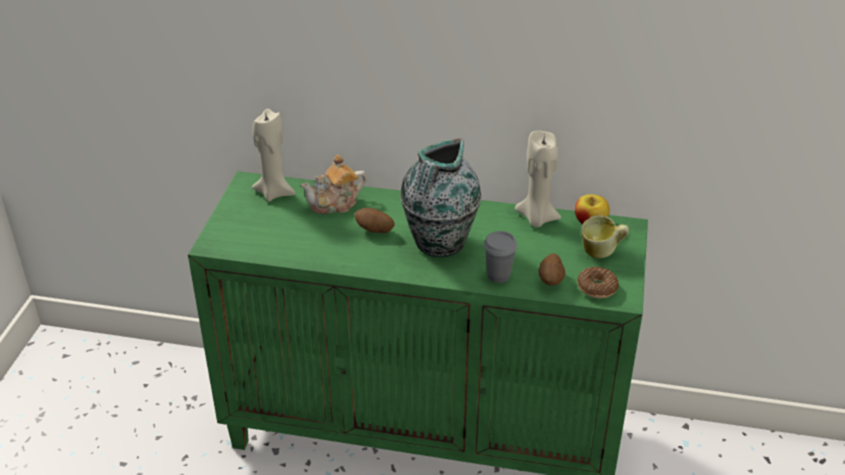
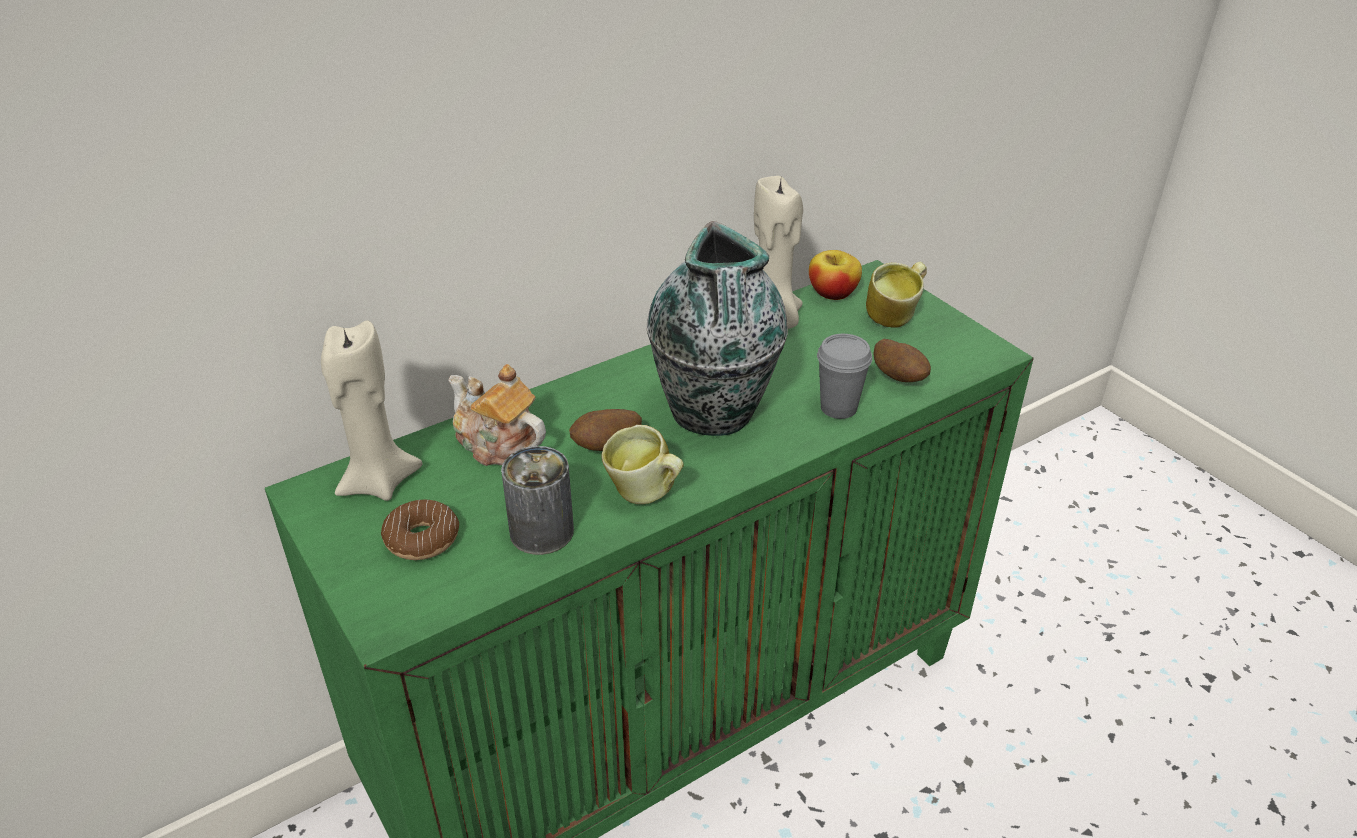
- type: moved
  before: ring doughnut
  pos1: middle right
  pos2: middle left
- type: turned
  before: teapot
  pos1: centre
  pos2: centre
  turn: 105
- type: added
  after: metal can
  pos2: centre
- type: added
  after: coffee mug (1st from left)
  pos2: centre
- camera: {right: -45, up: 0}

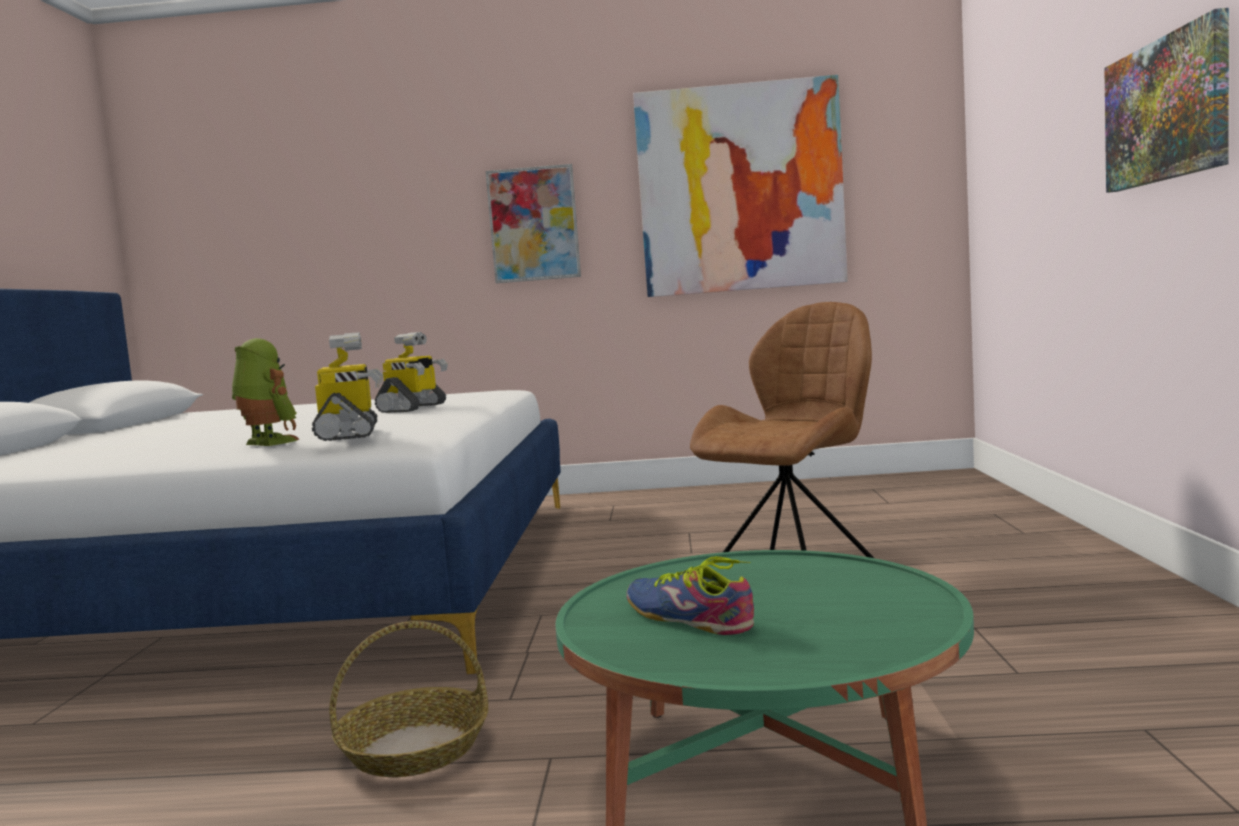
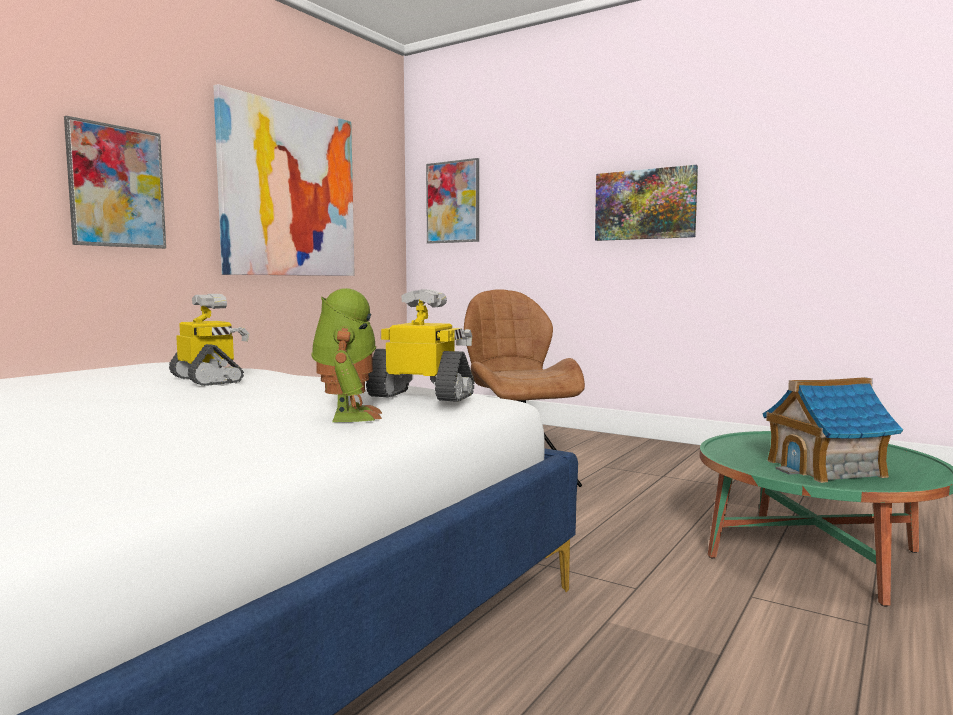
- type: turned
  before: robot figure (1st from left in the first image)
  pos1: middle left
  pos2: centre
  turn: 105
- type: added
  after: picture (3rd from left)
  pos2: top centre
- type: replaced
  before: shoe
  after: miniature house
  pos1: bottom centre
  pos2: middle right
- type: removed
  before: storage basket
  pos1: bottom left
- camera: {right: -60, up: 0}

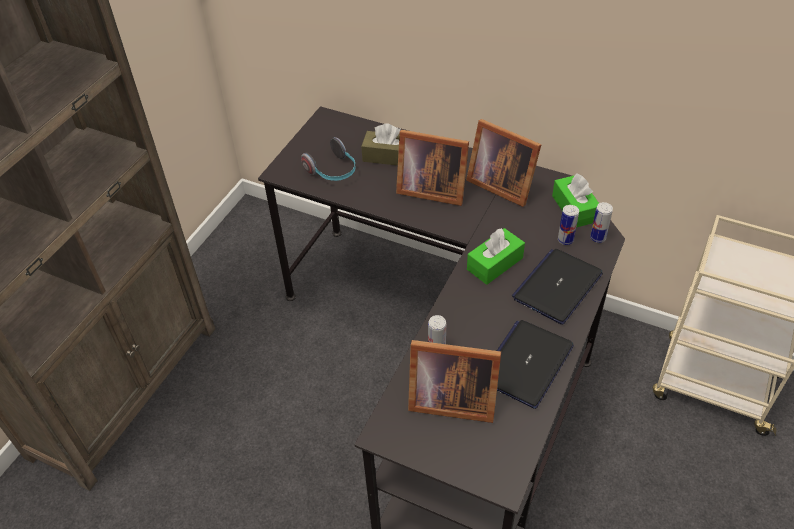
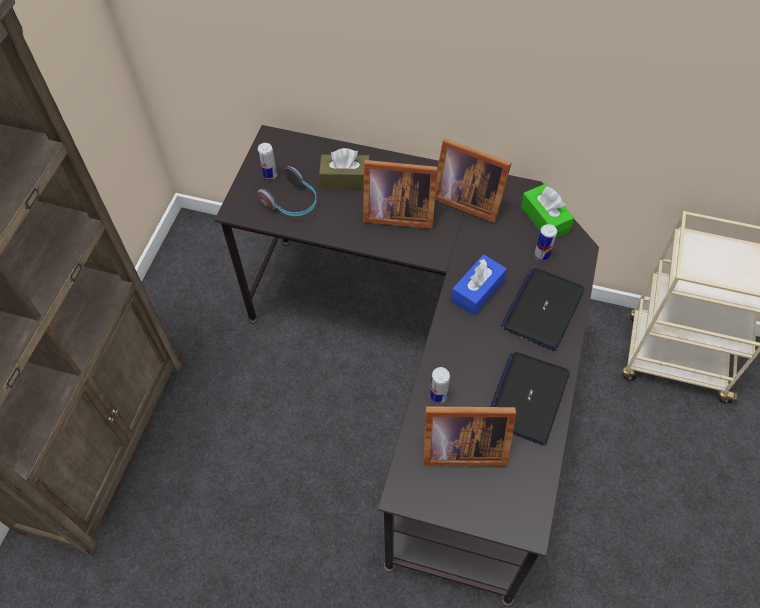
- type: moved
  before: metal can (3rd from left in the first image)
  after: metal can (1st from left)
  pos1: middle right
  pos2: top centre
- type: recoloured
  before: green tissue box (1st from left)
  after: bluish tissue box
  pos1: centre
  pos2: centre
- camera: {right: -10, up: 10}

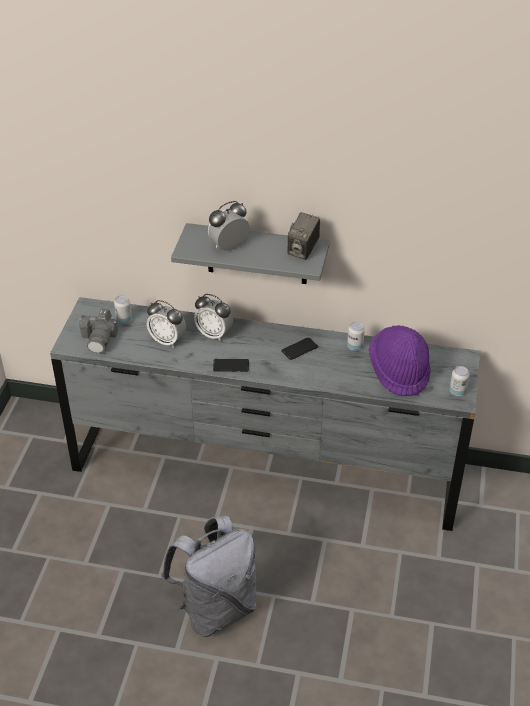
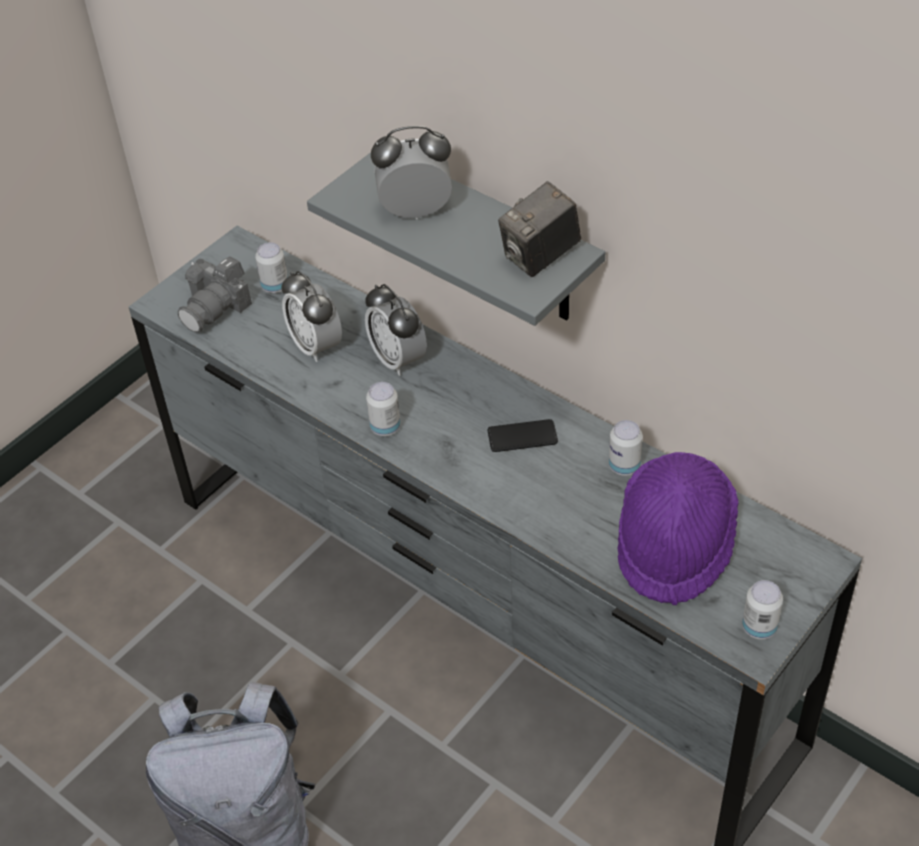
- type: replaced
  before: phone (1st from left)
  after: metal can (2nd from left)
  pos1: centre
  pos2: centre
- camera: {right: 30, up: 5}

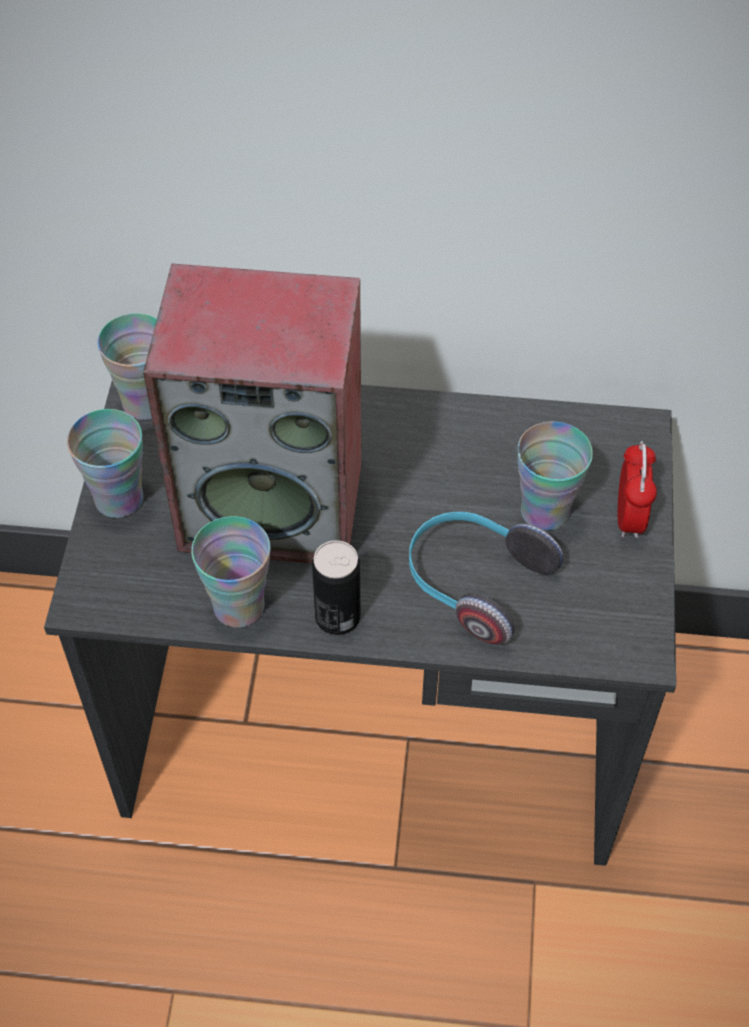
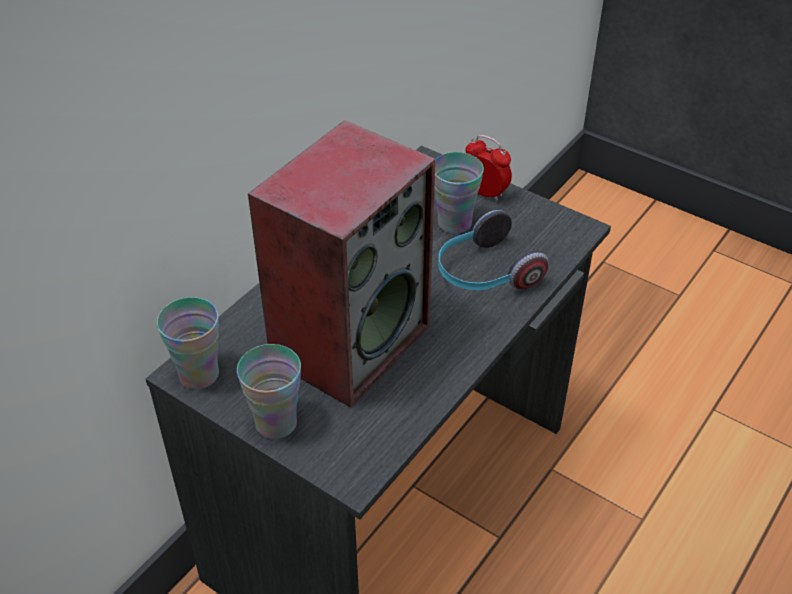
- type: removed
  before: drinking cup (3rd from left)
  pos1: middle left
- type: removed
  before: metal can
  pos1: centre
- camera: {right: -60, up: -10}

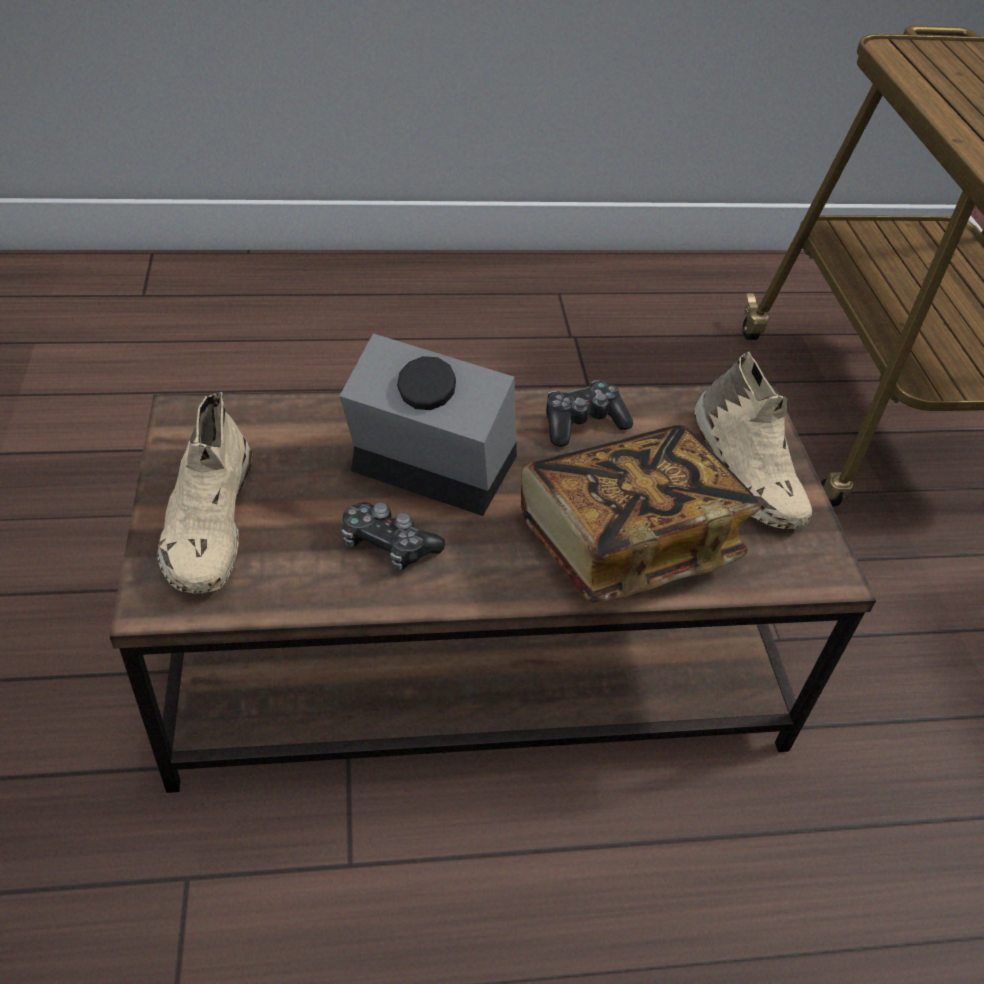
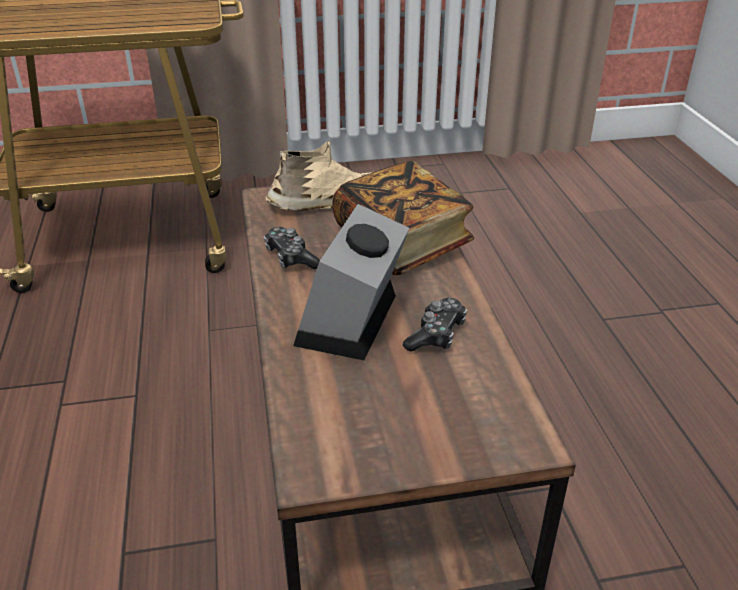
- type: removed
  before: sand-coloured shoe (1st from left)
  pos1: middle left
- camera: {right: -90, up: -10}

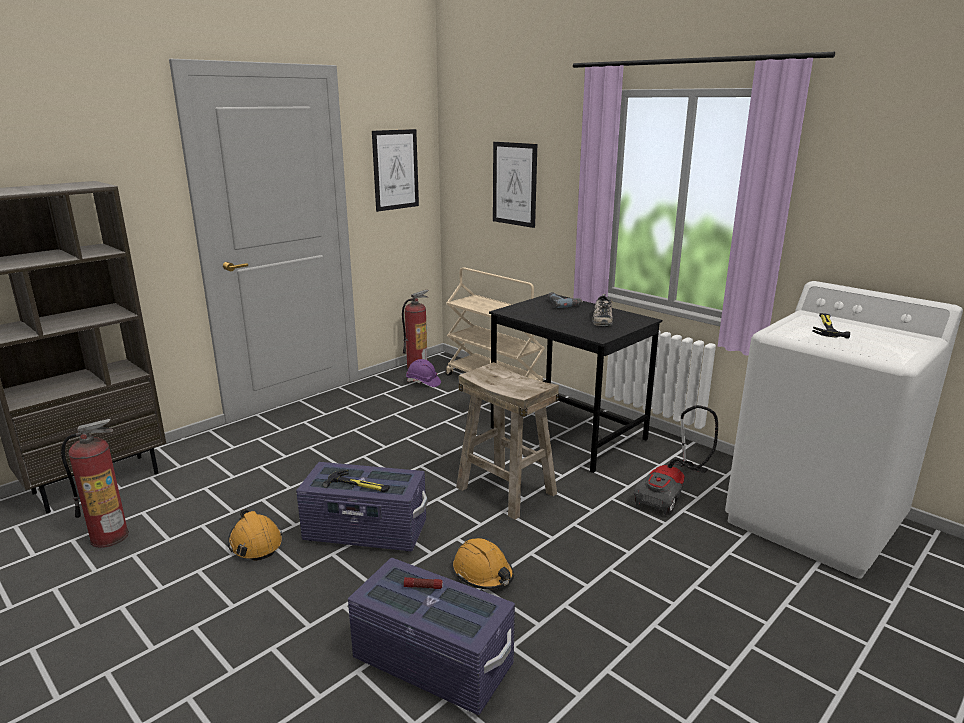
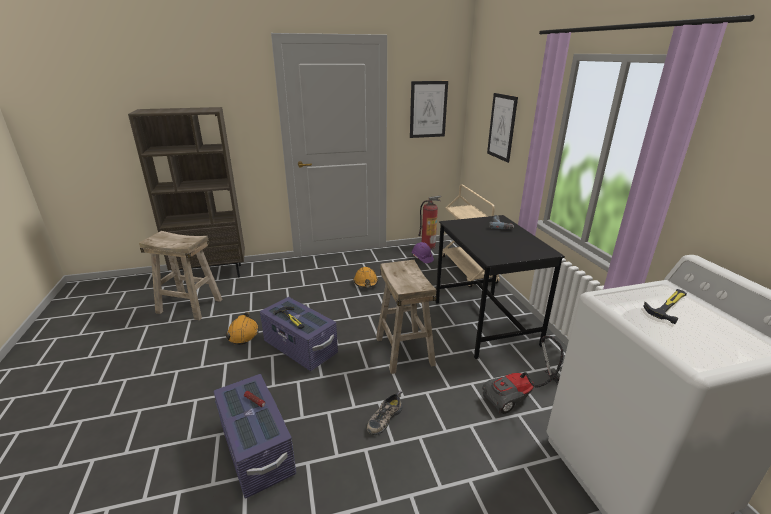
- type: replaced
  before: fire-fighting cylinder (1st from left)
  after: sand-coloured sitting stool (1st from left)
  pos1: bottom left
  pos2: middle left
- type: moved
  before: orange-coloured work helmet (2nd from left)
  pos1: bottom centre
  pos2: centre
- type: moved
  before: shoe
  pos1: centre
  pos2: bottom centre
- camera: {right: 30, up: 5}

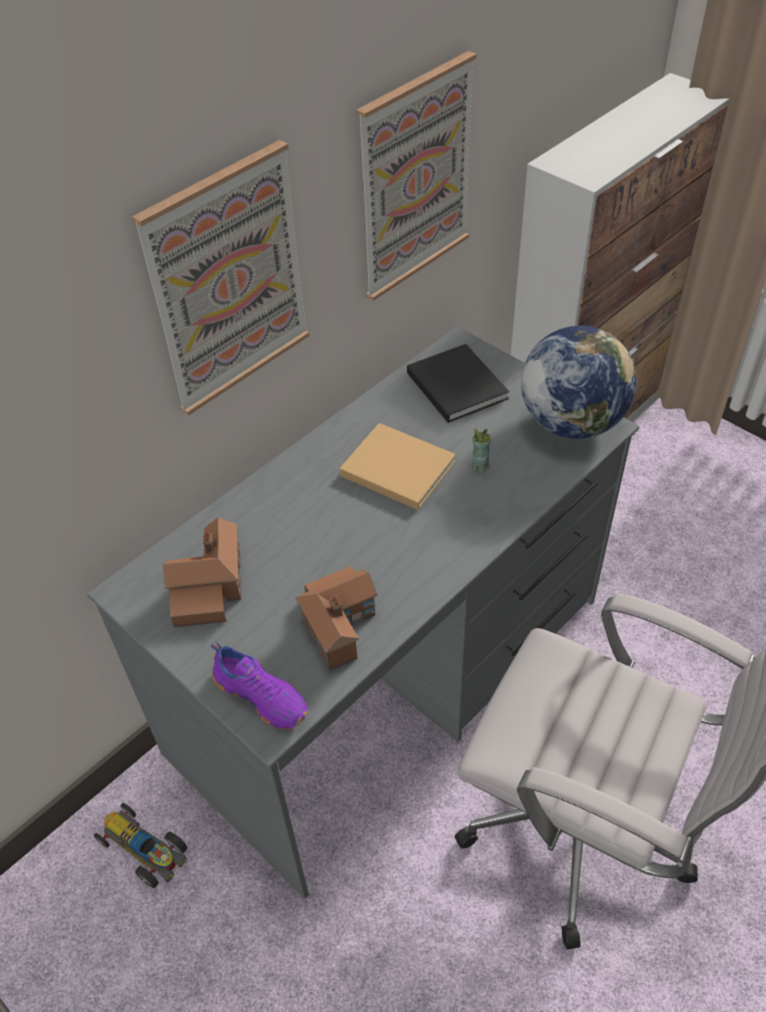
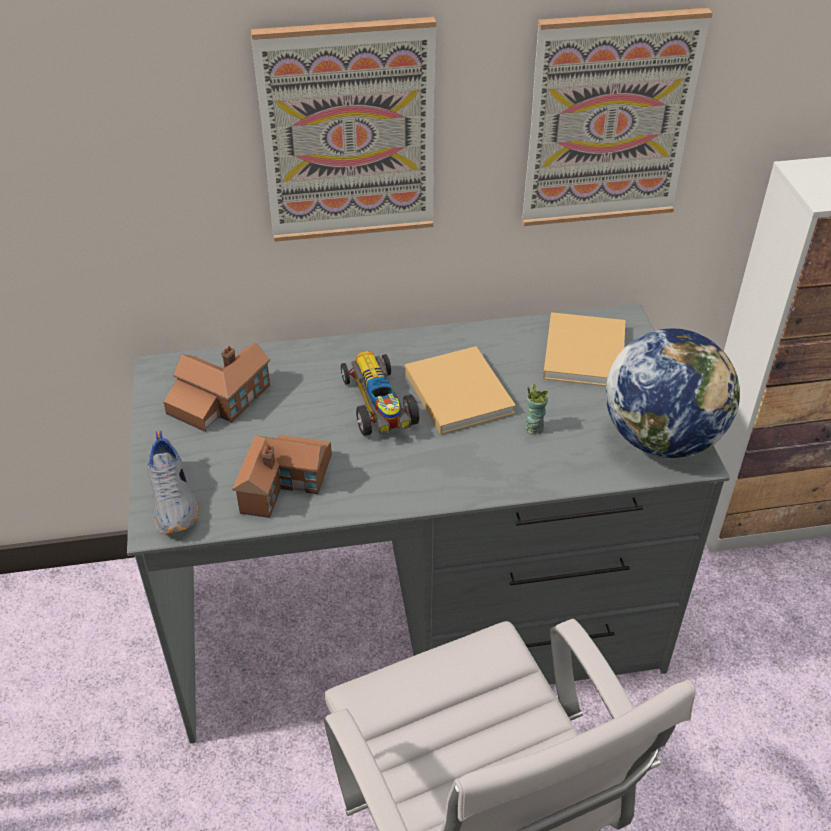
- type: recoloured
  before: purple-coloured shoe
  after: gray shoe
  pos1: bottom centre
  pos2: middle left
- type: moved
  before: miniature car
  pos1: bottom left
  pos2: centre
- type: recoloured
  before: black-coloured volume
  after: sand-coloured volume (2nd from left)
  pos1: centre
  pos2: middle right
- camera: {right: 35, up: -5}

